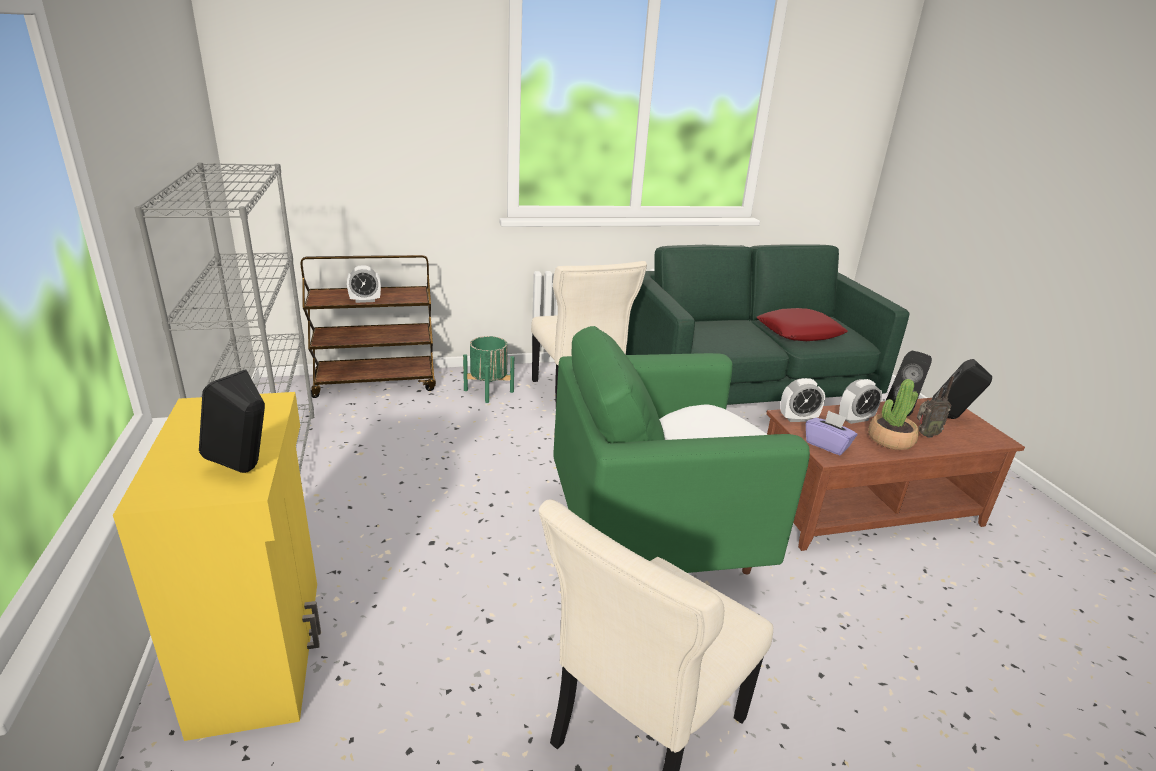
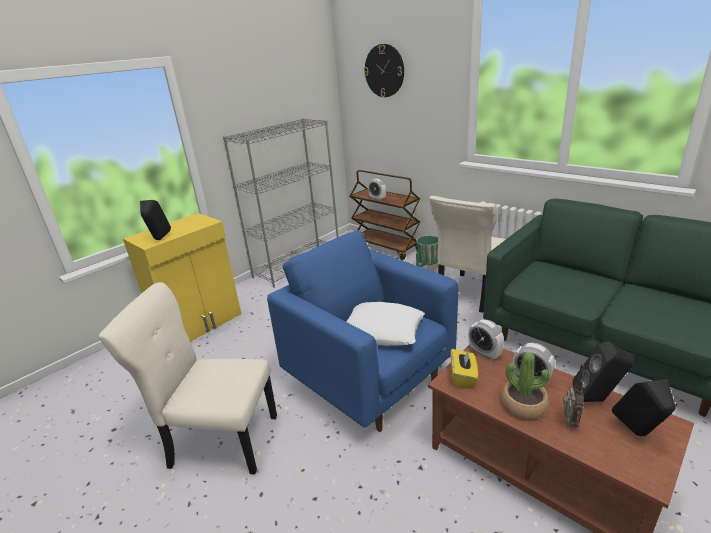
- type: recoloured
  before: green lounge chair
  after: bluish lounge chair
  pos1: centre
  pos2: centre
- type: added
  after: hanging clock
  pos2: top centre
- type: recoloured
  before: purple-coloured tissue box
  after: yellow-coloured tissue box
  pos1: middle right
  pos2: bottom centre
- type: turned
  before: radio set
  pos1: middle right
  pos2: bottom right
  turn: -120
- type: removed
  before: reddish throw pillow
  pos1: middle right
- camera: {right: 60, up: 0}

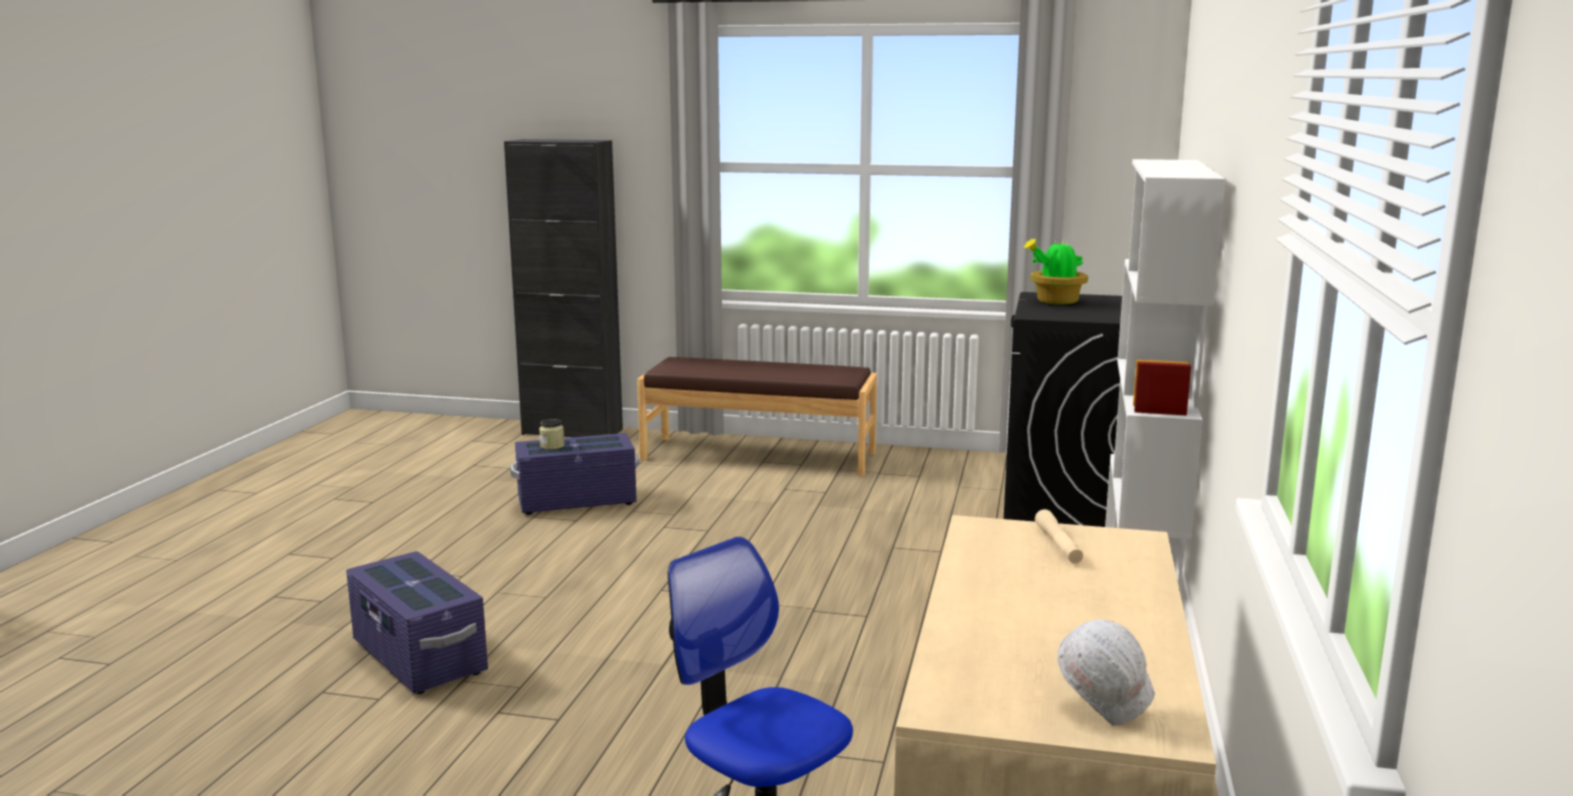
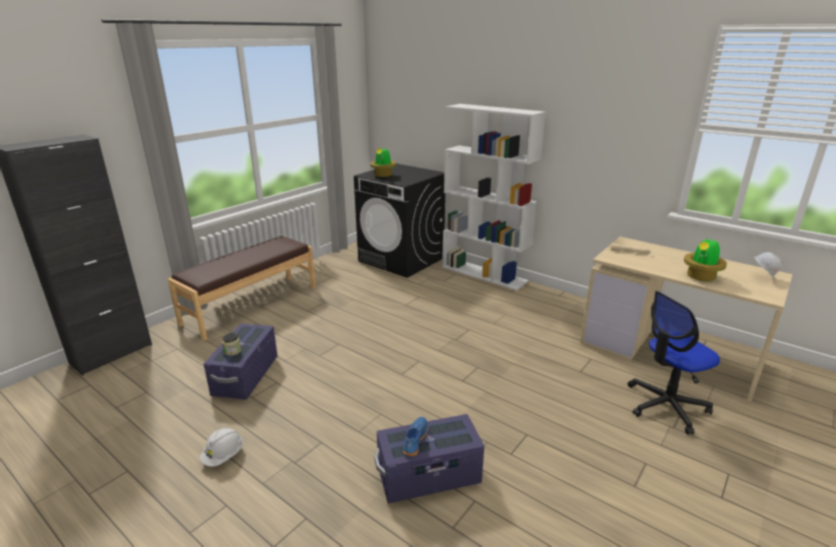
- type: added
  after: whitish work helmet (1st from left)
  pos2: bottom left
- type: added
  after: bluish shoe
  pos2: bottom centre
- type: added
  after: houseplant (2nd from left)
  pos2: middle right
- camera: {right: -65, up: 10}

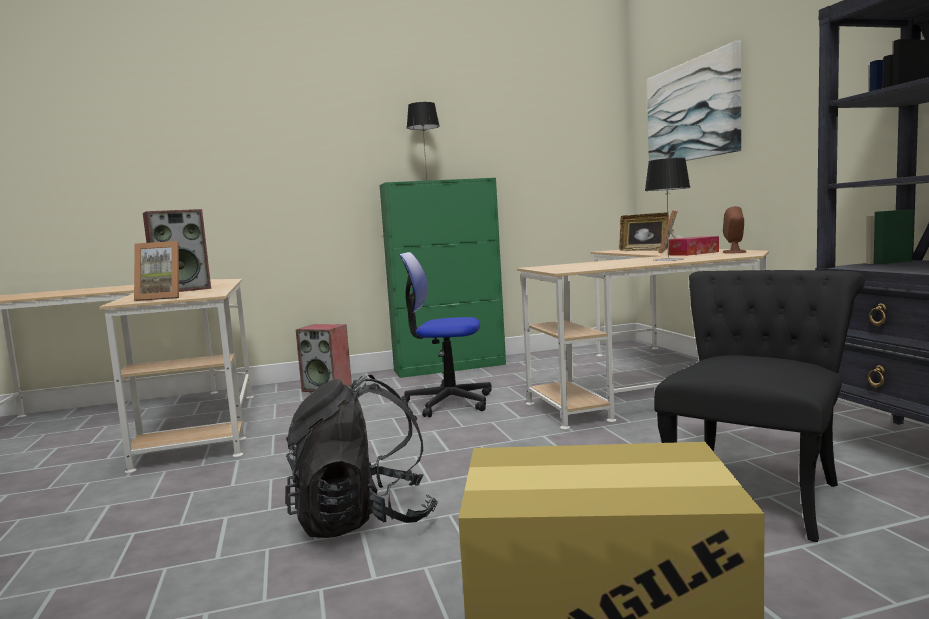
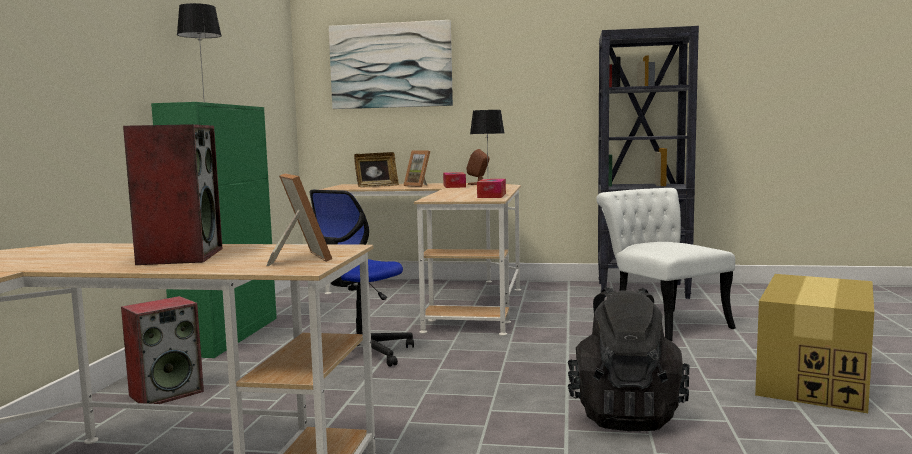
- type: turned
  before: standing frame (1st from left)
  pos1: middle left
  pos2: middle left
  turn: -45
- type: added
  after: tissue box (2nd from left)
  pos2: centre
- type: recoloured
  before: black-coloured plain chair
  after: whitish plain chair
  pos1: middle right
  pos2: middle right
- camera: {right: -65, up: 0}

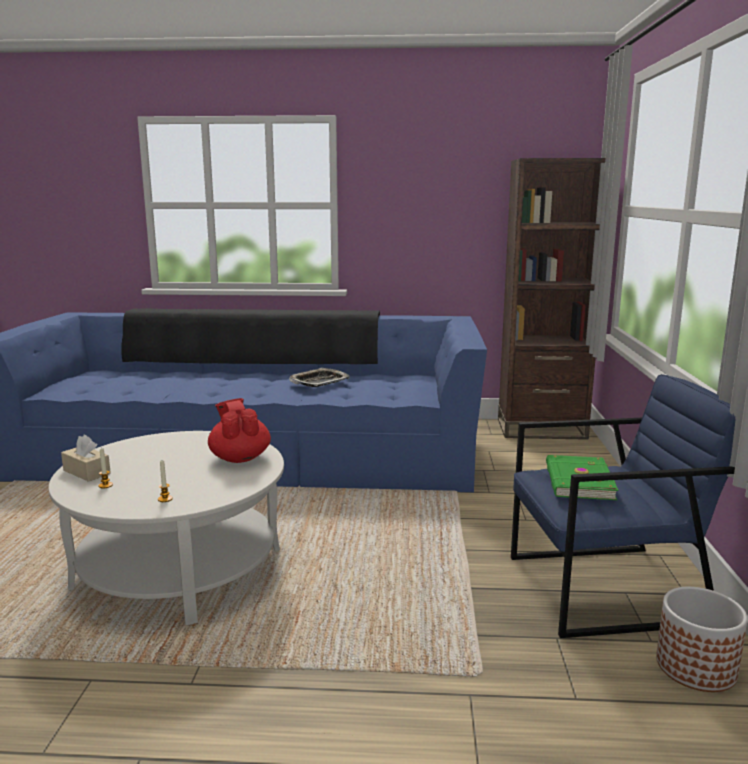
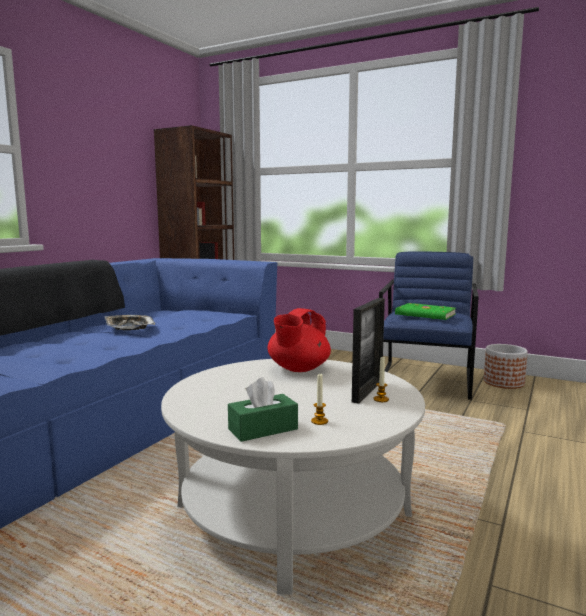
- type: recoloured
  before: sand-coloured tissue box
  after: green tissue box
  pos1: middle left
  pos2: centre
- type: turned
  before: reddish teapot
  pos1: middle left
  pos2: centre
  turn: -60
- type: added
  after: standing frame
  pos2: centre
- camera: {right: -65, up: -5}

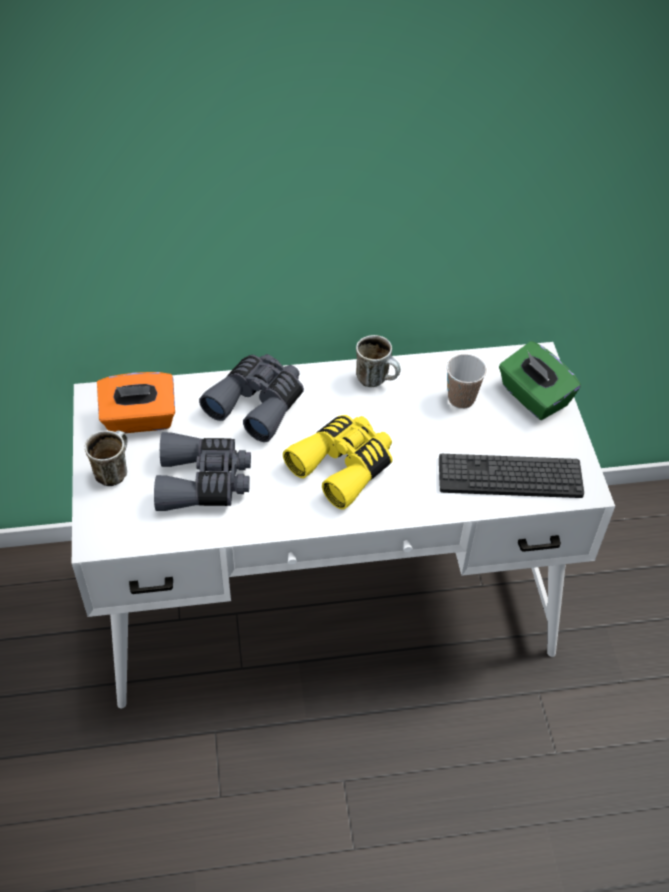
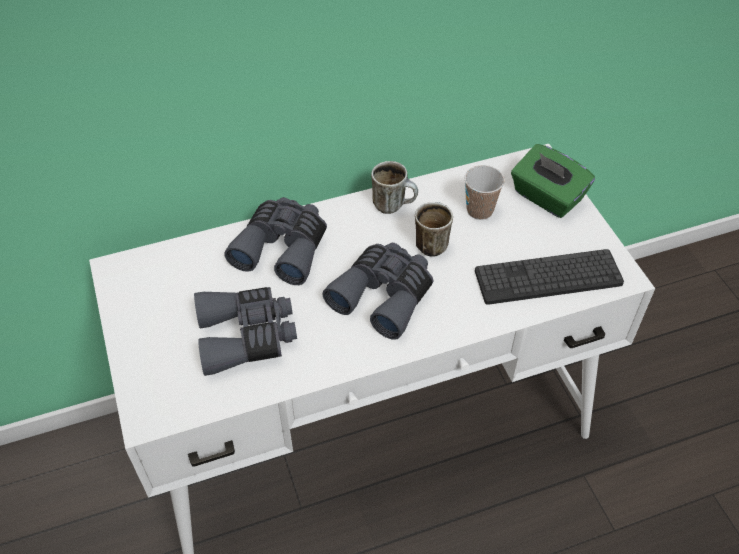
- type: recoloured
  before: yellow-coloured field glasses
  after: gray field glasses (3rd from left)
  pos1: centre
  pos2: centre
- type: moved
  before: coffee mug (1st from left in the first image)
  after: coffee mug (2nd from left)
  pos1: middle left
  pos2: centre
- type: removed
  before: orange-coloured tissue box
  pos1: middle left
- camera: {right: -10, up: 0}

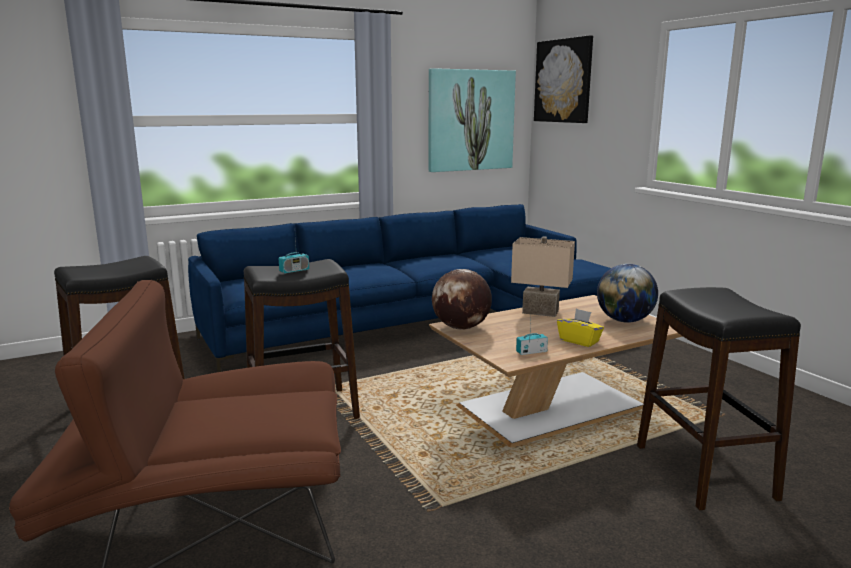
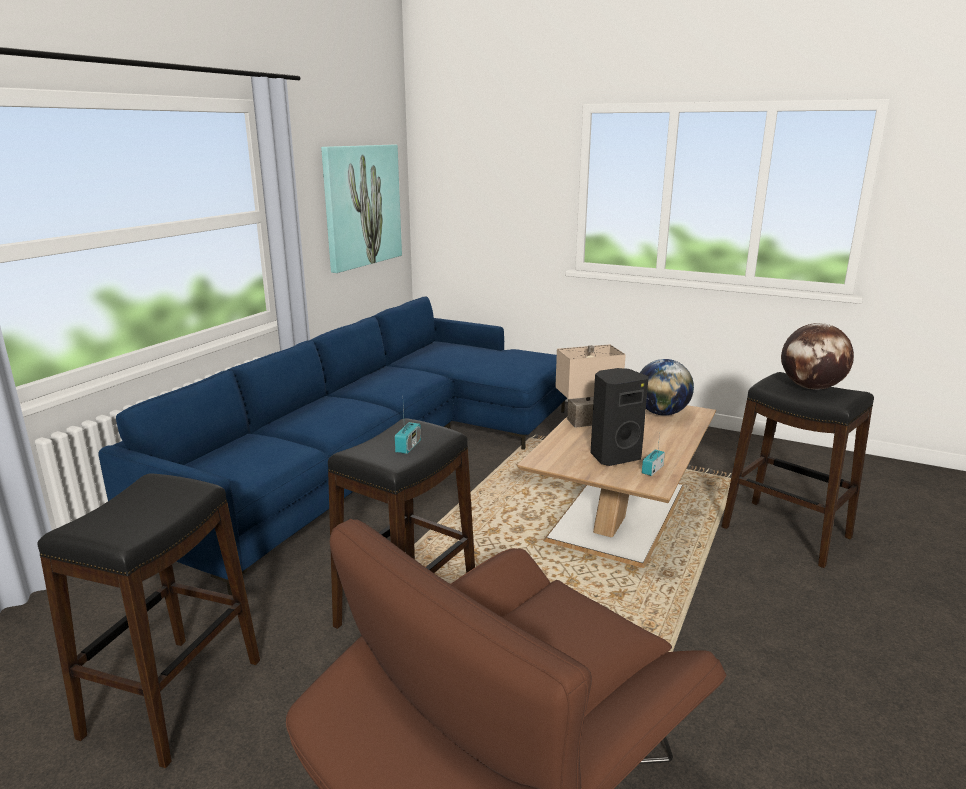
- type: added
  after: black-coloured loudspeaker
  pos2: centre
- type: moved
  before: world globe (1st from left in the first image)
  after: world globe (2nd from left)
  pos1: centre
  pos2: middle right
- type: removed
  before: picture (2nd from left)
  pos1: top centre
- type: removed
  before: yellow-coloured tissue box
  pos1: middle right
- camera: {right: -35, up: 5}

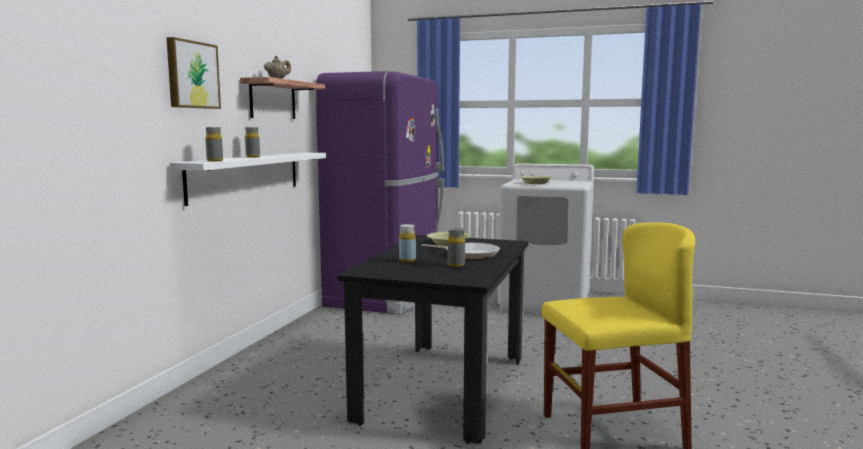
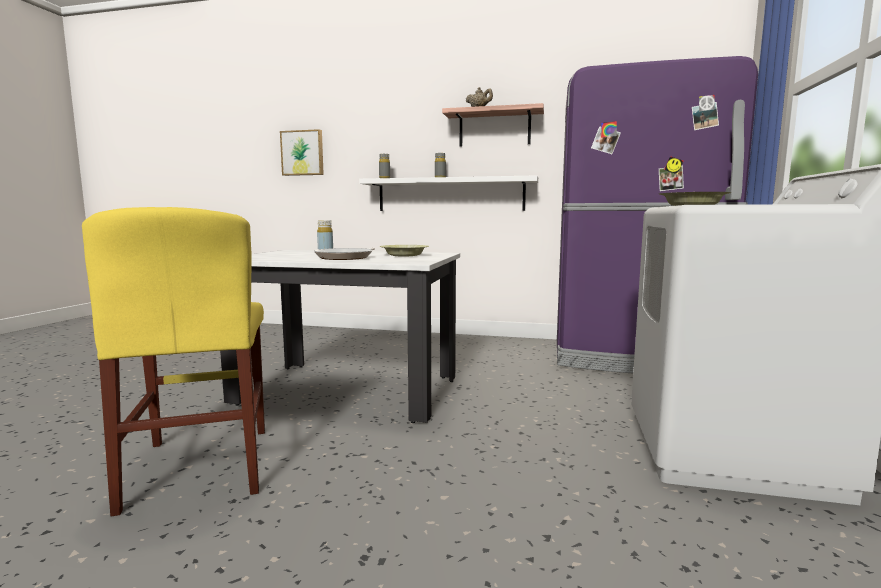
- type: recoloured
  before: black-coloured dining table
  after: whitish dining table
  pos1: bottom centre
  pos2: centre
- type: moved
  before: picture
  pos1: top left
  pos2: top centre
- type: removed
  before: gray bottle (3rd from left)
  pos1: centre
- camera: {right: 85, up: 0}

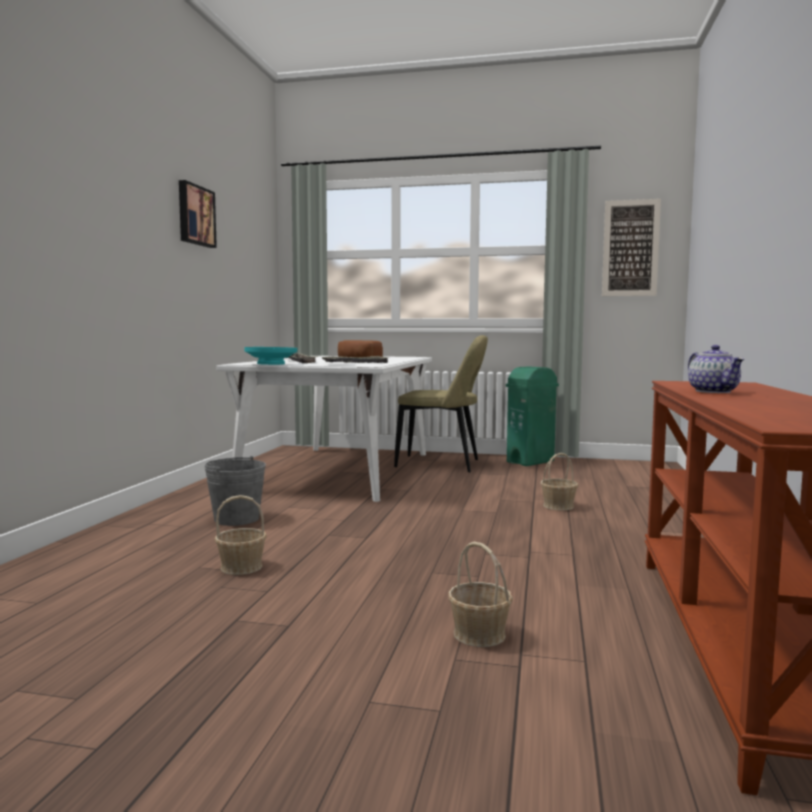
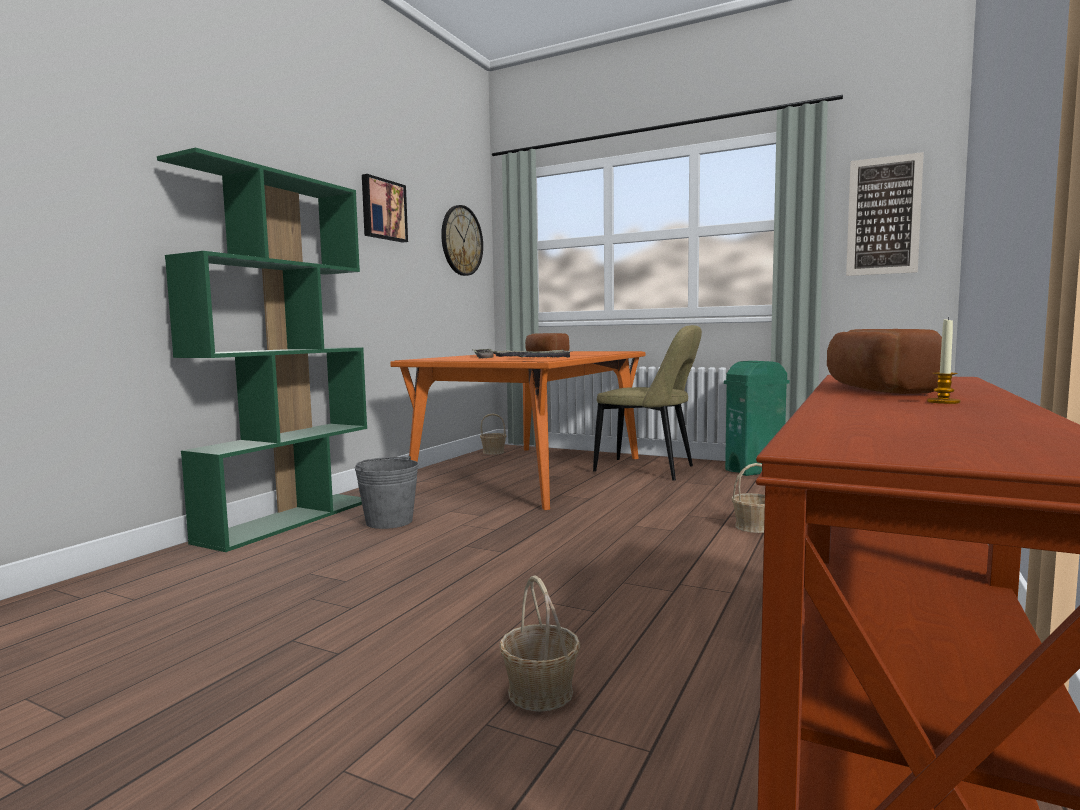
- type: added
  after: green bookshelf
  pos2: middle left
- type: recoloured
  before: whitish dining table
  after: orange-coloured dining table
  pos1: centre
  pos2: centre
- type: added
  after: hanging clock
  pos2: top centre
- type: moved
  before: storage basket (1st from left)
  pos1: middle left
  pos2: centre
- type: replaced
  before: teapot
  after: bread (2nd from left)
  pos1: middle right
  pos2: middle right
- type: added
  after: wax light
  pos2: middle right
- type: removed
  before: blue-green bowl
  pos1: centre
- camera: {right: 15, up: 0}

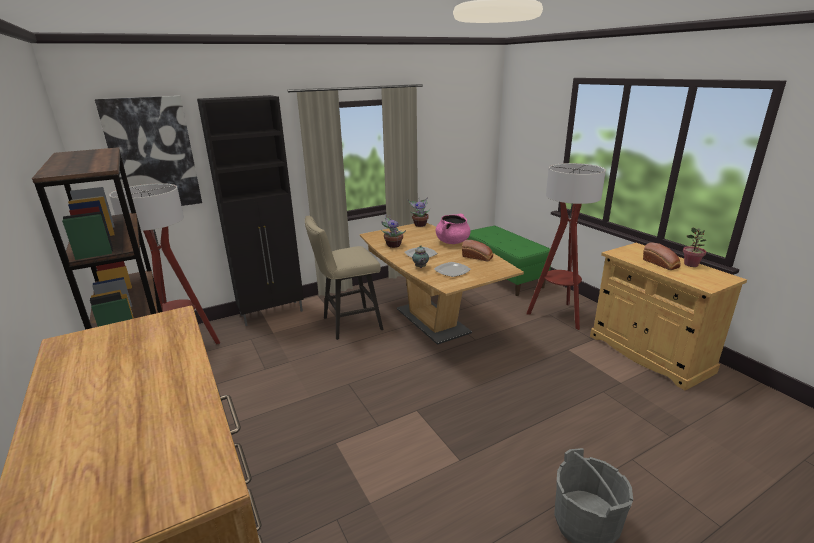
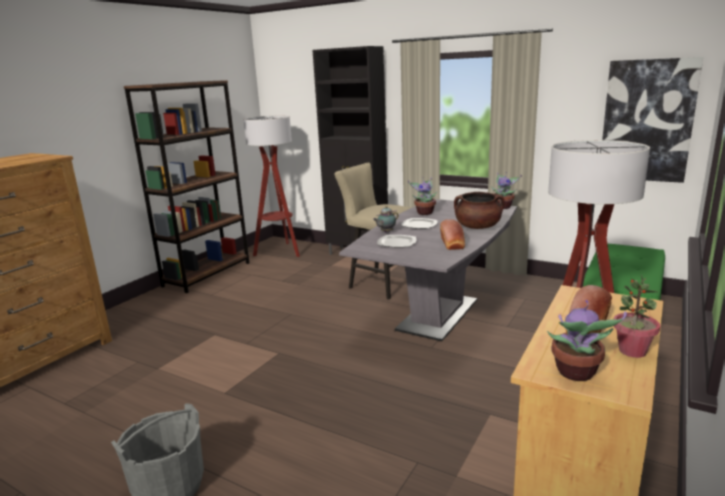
- type: recoloured
  before: brown dining table
  after: gray dining table
  pos1: centre
  pos2: centre
- type: recoloured
  before: pinkish saucepot
  after: brown saucepot
  pos1: centre
  pos2: centre
- type: added
  after: houseplant (3rd from left)
  pos2: bottom right
- type: moved
  before: picture
  pos1: top left
  pos2: top right
- camera: {right: 60, up: -5}

